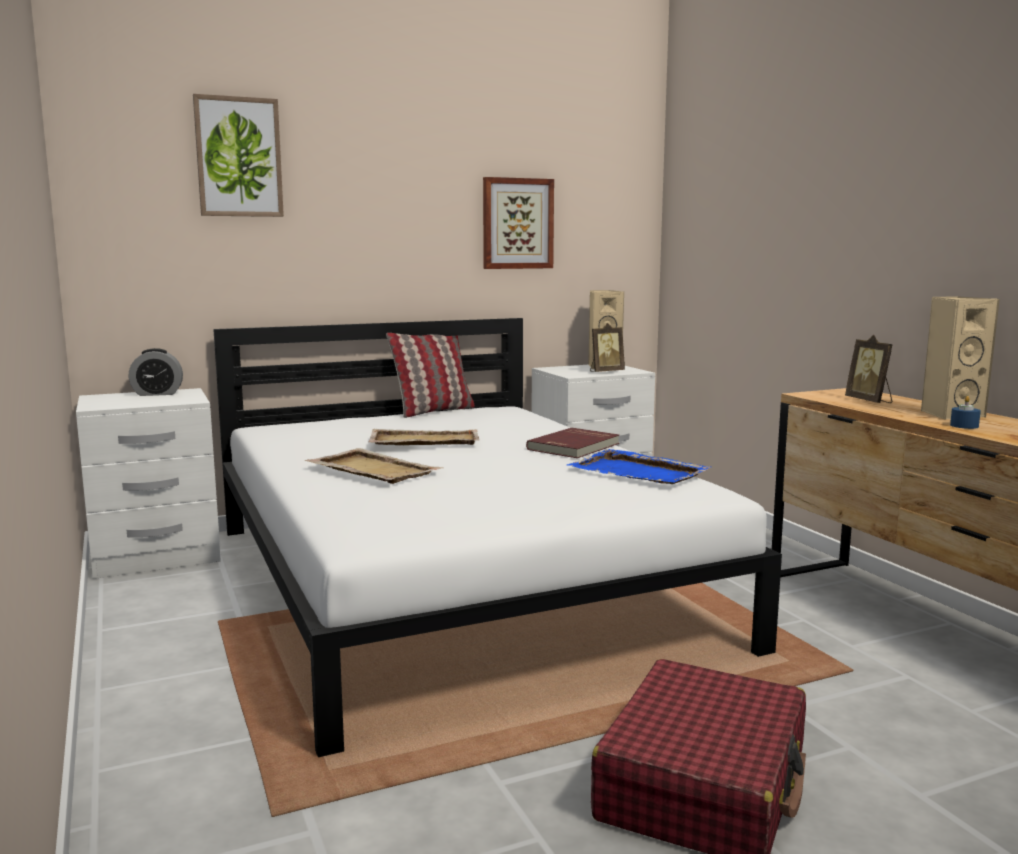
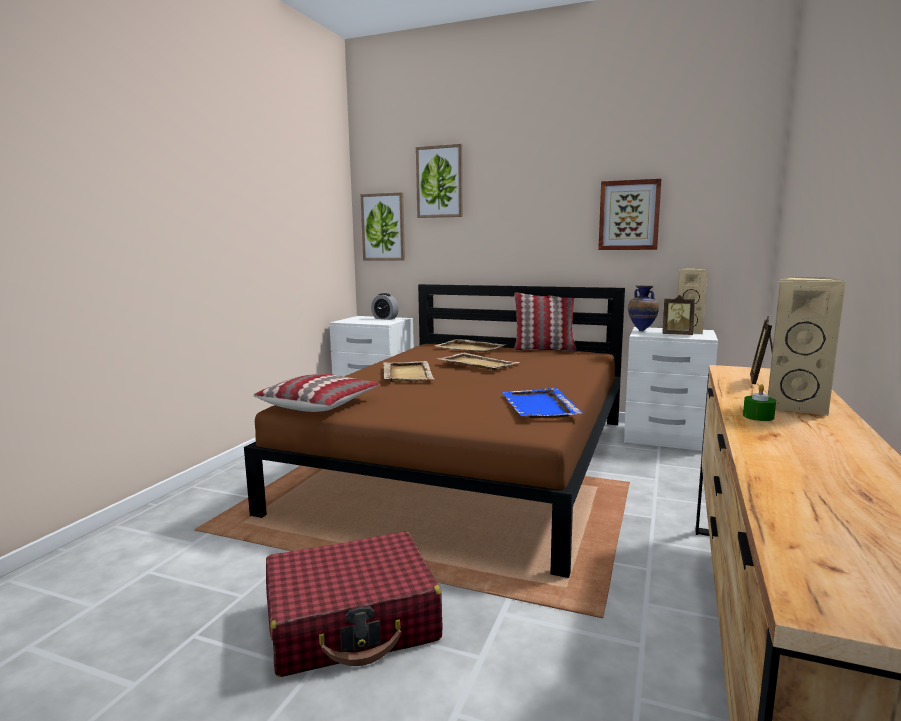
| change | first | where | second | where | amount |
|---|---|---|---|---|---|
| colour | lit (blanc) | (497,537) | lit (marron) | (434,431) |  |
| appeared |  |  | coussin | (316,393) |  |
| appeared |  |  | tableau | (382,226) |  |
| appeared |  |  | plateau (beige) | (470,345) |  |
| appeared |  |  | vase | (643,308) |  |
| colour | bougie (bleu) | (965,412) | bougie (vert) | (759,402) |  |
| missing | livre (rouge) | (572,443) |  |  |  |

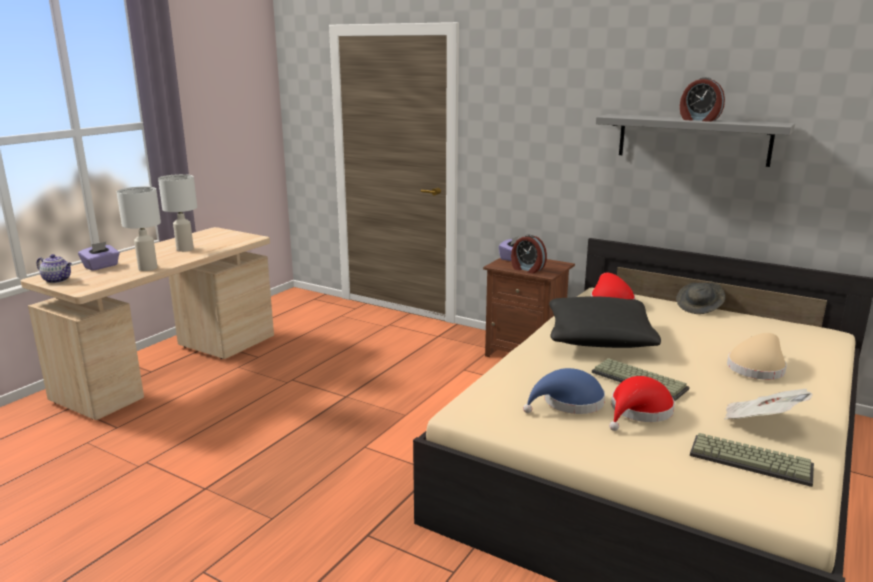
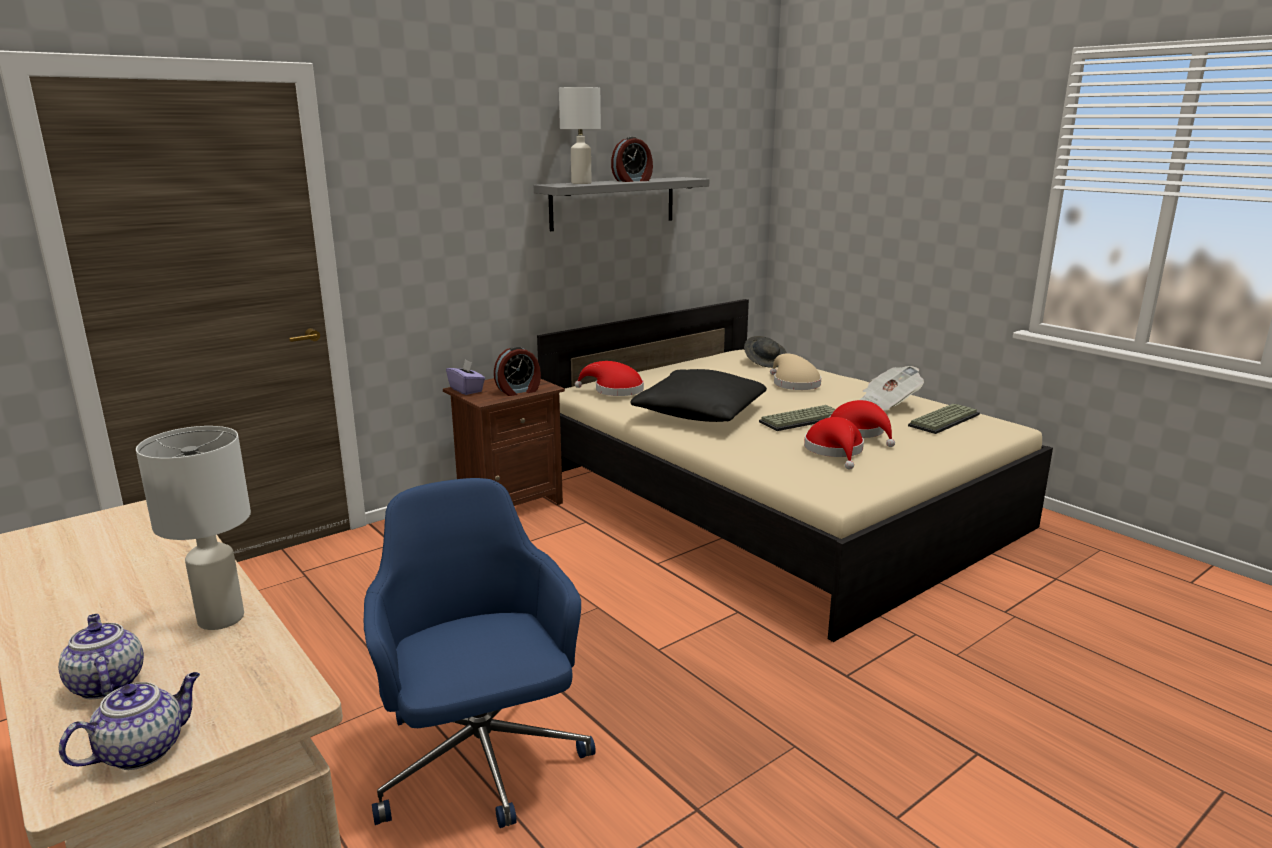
| change | first | where | second | where | amount |
|---|---|---|---|---|---|
| exchanged | boîte à mouchoirs (violet) | (99,256) | théière | (101,656) |  |
| appeared |  |  | chaise de bureau (bleu) | (480,653) |  |
| relocated | lampe de table (blanc) | (177,213) |  | (580,135) |  |
| relocated | chapeau (gris) | (700,297) |  | (765,352) |  |
| colour | chapeau (bleu) | (564,391) | chapeau (rouge) | (834,443) |  |

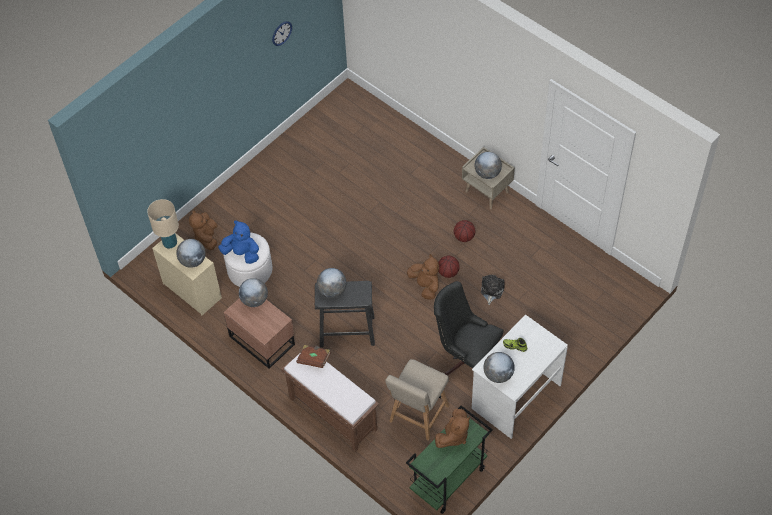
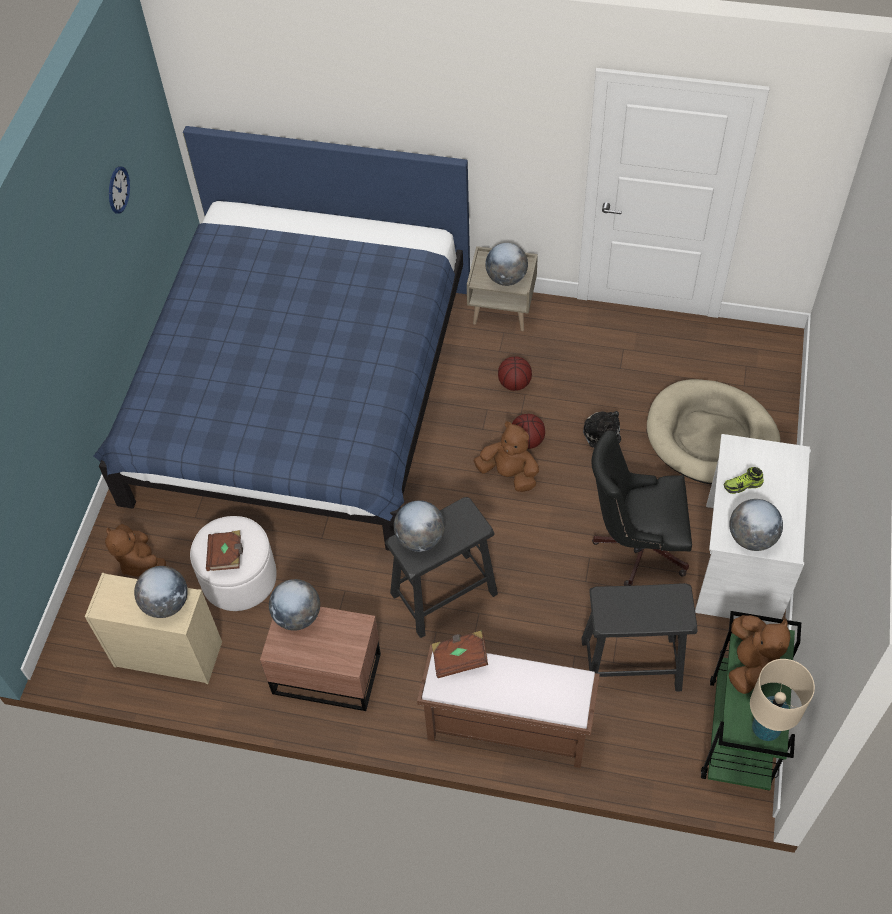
| change | first | where | second | where | amount |
|---|---|---|---|---|---|
| appeared |  |  | lit (bleu) | (282,338) |  |
| exchanged | peluche (bleu) | (238,242) | livre (marron) | (224,550) |  |
| exchanged | chaise (beige) | (417,400) | tabouret (noir) | (639,637) |  |
| appeared |  |  | panier pour chien (beige) | (714,432) |  |
| relocated | lampe de table (beige) | (163,223) |  | (782,700) |  |

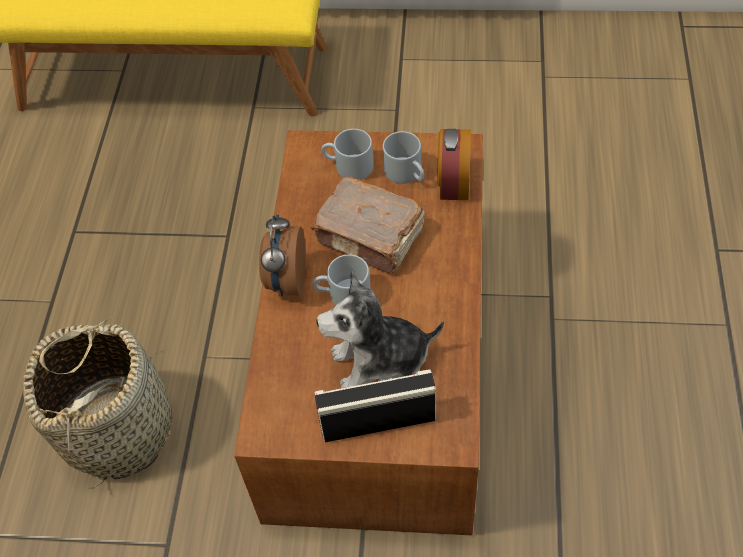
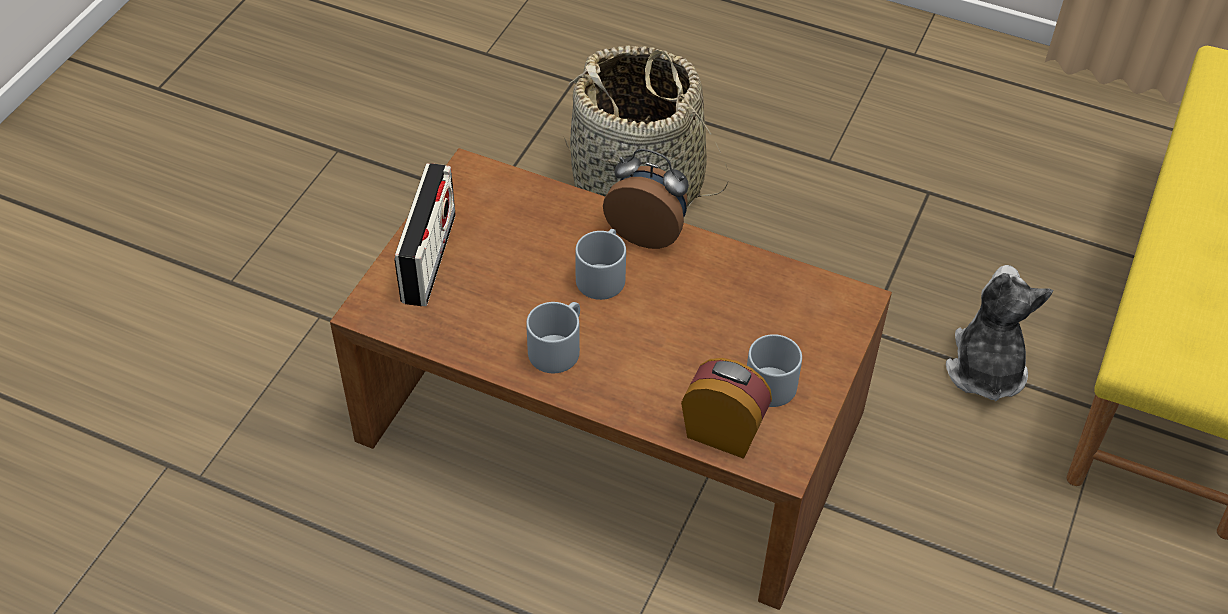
| change | first | where | second | where | amount |
|---|---|---|---|---|---|
| relocated | mug (gris) | (347,154) |  | (553,337) |  |
| relocated | peluche | (380,329) |  | (999,333) |  |
| missing | livre (marron) | (367,225) |  |  |  |

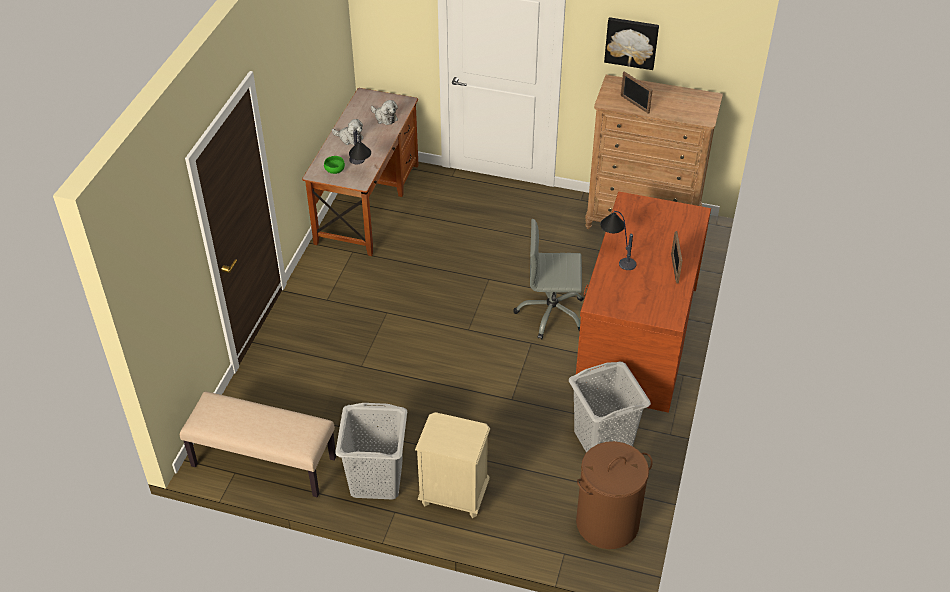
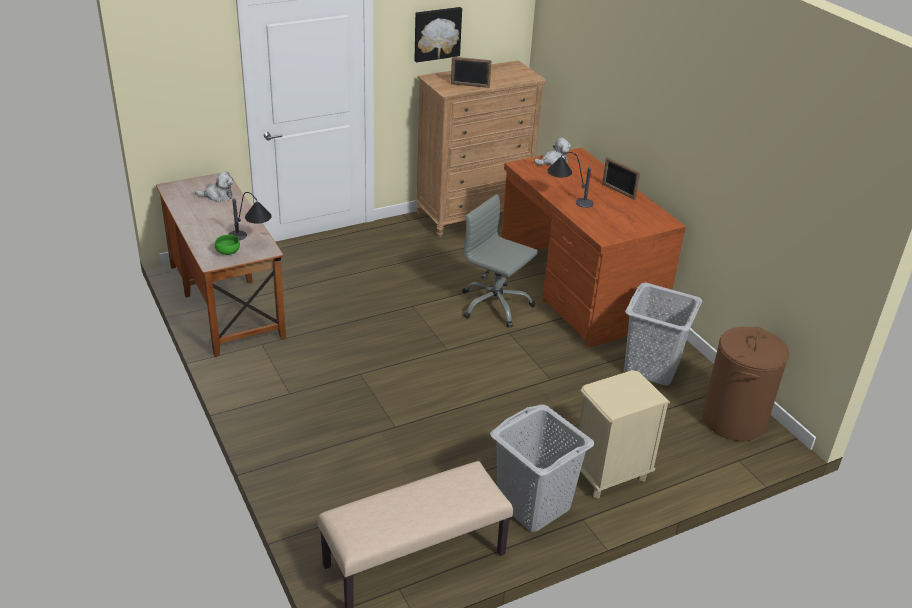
| change | first | where | second | where | amount |
|---|---|---|---|---|---|
| spun | chaise de bureau (gris) | (549,279) |  | (500,260) | 75 degrees clockwise |
| relocated | peluche | (347,132) |  | (552,151) |  |

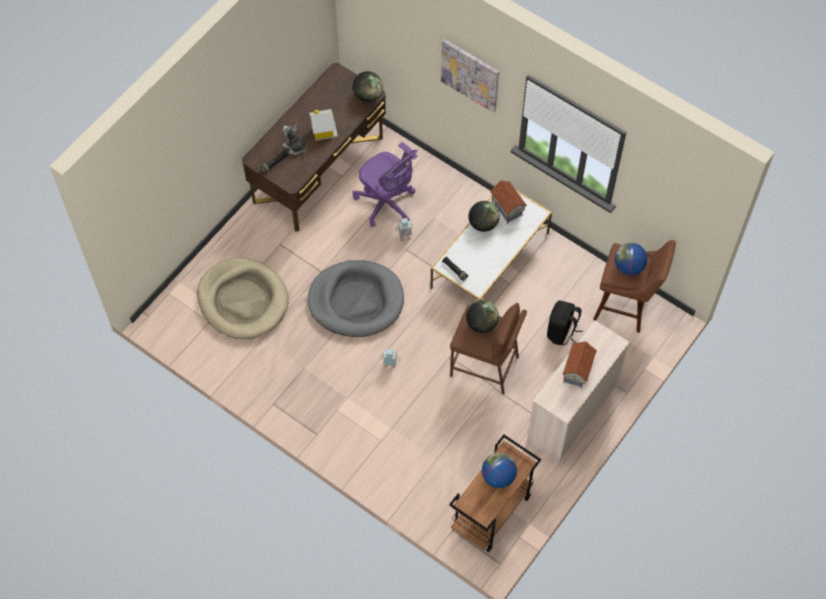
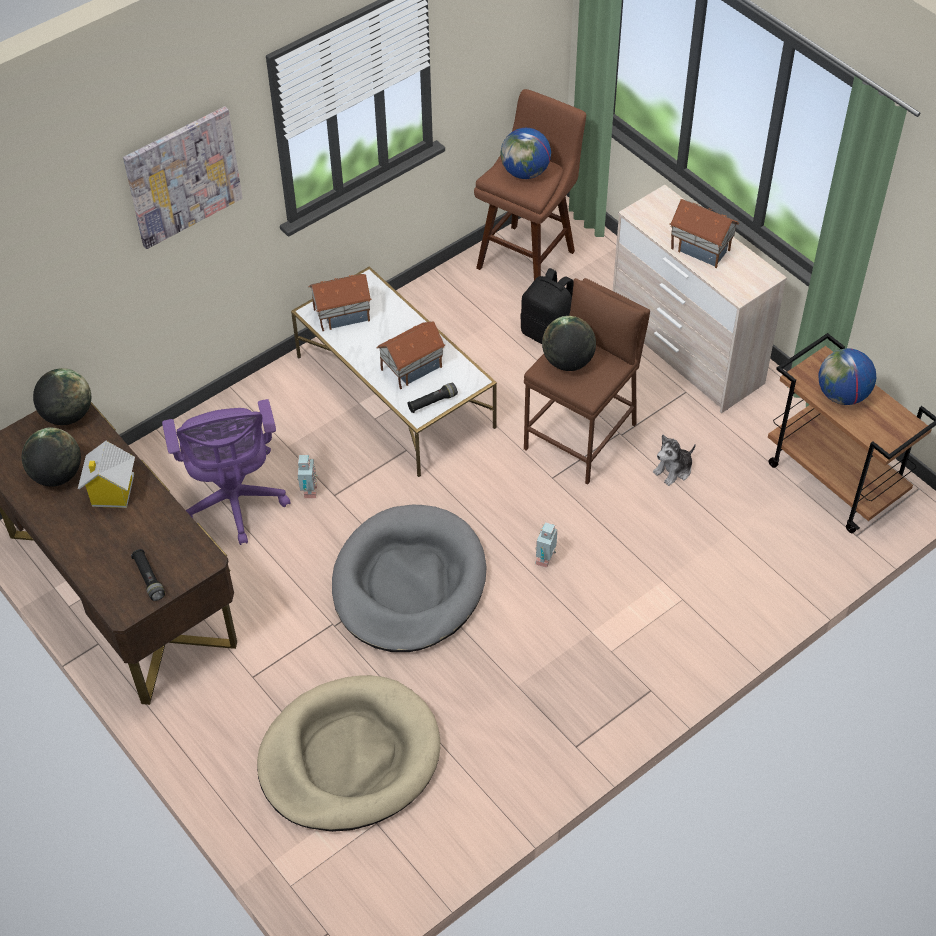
| change | first | where | second | where | amount |
|---|---|---|---|---|---|
| relocated | globe | (484,216) |  | (51,457) |  |
| spun | chaise de bureau (violet) | (385,184) |  | (226,472) | 105 degrees clockwise |
| appeared |  |  | maison miniature | (410,355) |  |
| relocated | peluche | (295,139) |  | (674,460) |  |

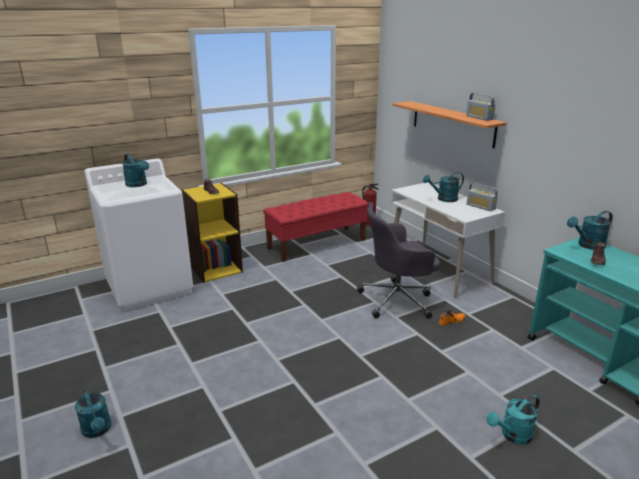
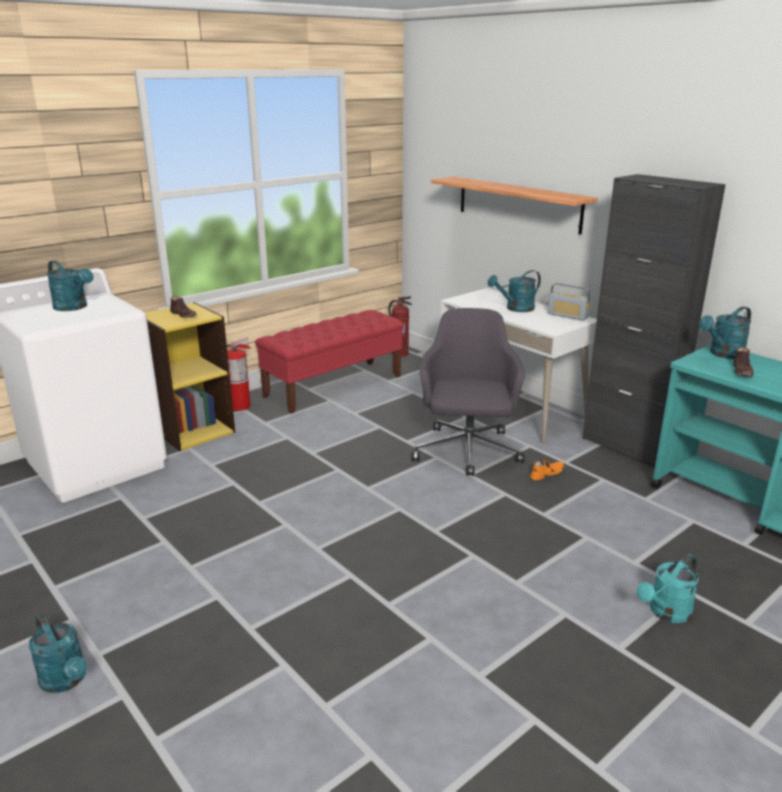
| change | first | where | second | where | amount |
|---|---|---|---|---|---|
| appeared |  |  | extincteur | (239,374) |  |
| spun | chaise de bureau (gris) | (398,263) |  | (468,392) | 120 degrees clockwise |
| appeared |  |  | meuble de rangement (noir) | (654,321) |  |
| missing | radio | (481,107) |  |  |  |

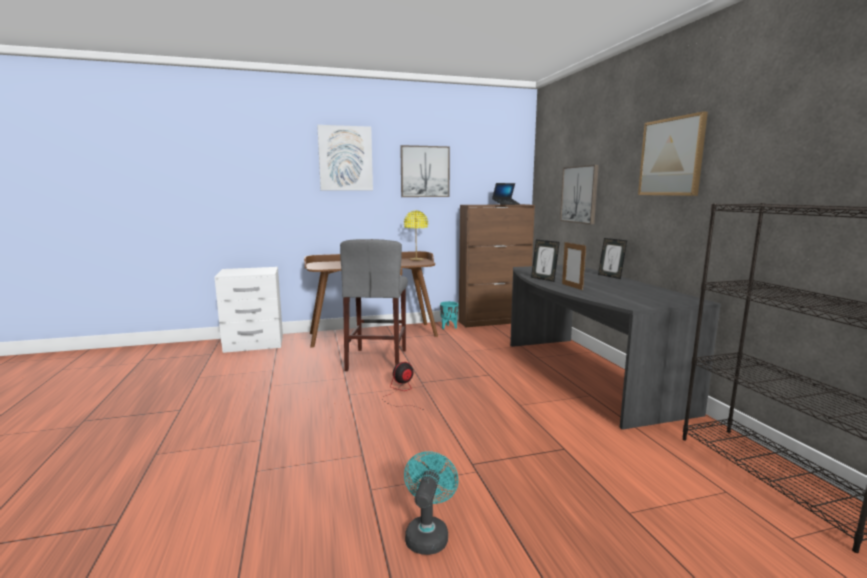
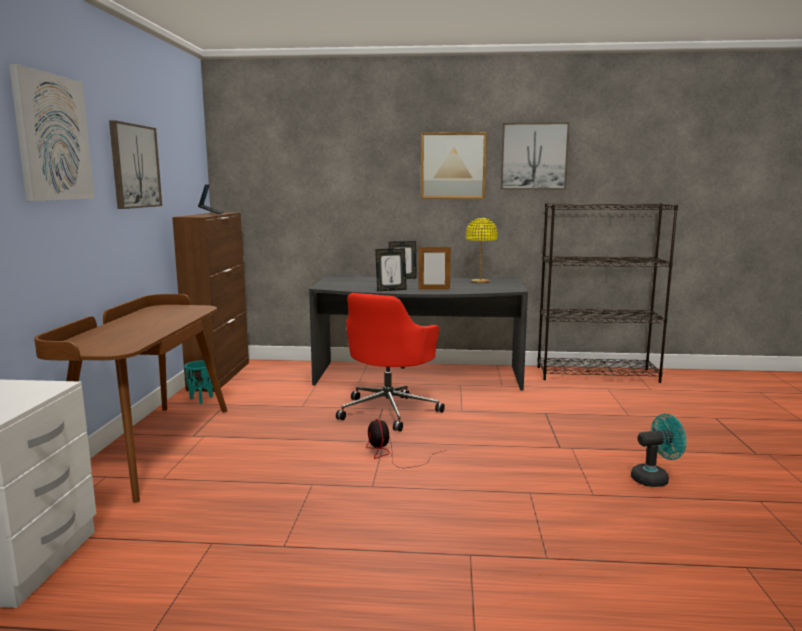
| change | first | where | second | where | amount |
|---|---|---|---|---|---|
| appeared |  |  | chaise de bureau (rouge) | (390,362) |  |
| relocated | lampe de table (jaune) | (416,235) |  | (482,250) |  |
| relocated | tableau | (579,195) |  | (535,155) |  |
| spun | ventilateur (turquoise) | (431,503) |  | (658,450) | 135 degrees clockwise |
| missing | tabouret (gris) | (374,305) |  |  |  |

